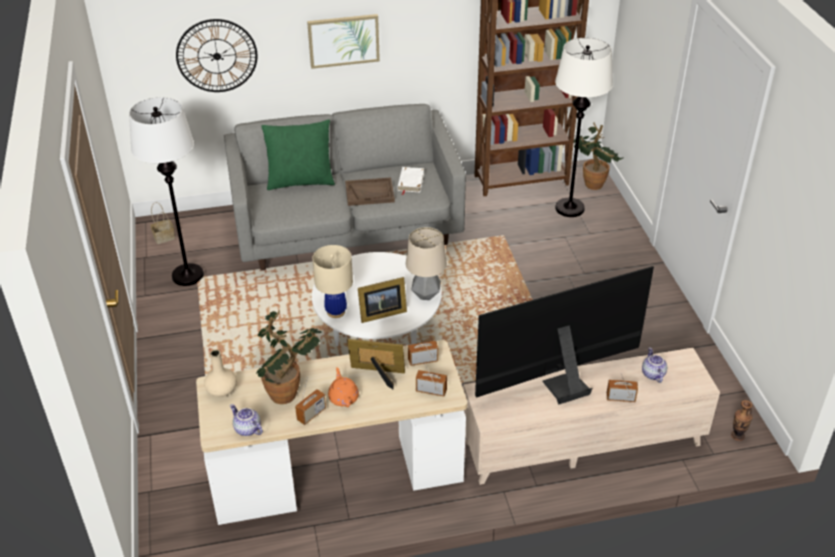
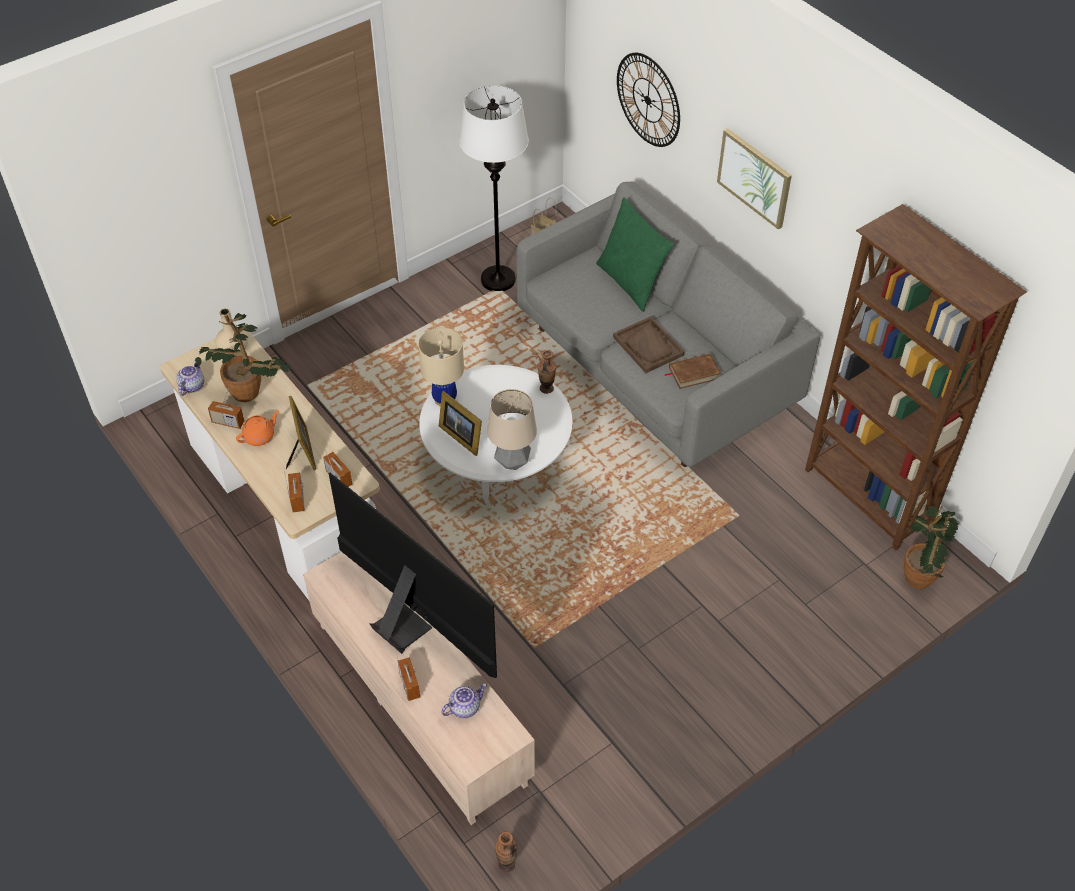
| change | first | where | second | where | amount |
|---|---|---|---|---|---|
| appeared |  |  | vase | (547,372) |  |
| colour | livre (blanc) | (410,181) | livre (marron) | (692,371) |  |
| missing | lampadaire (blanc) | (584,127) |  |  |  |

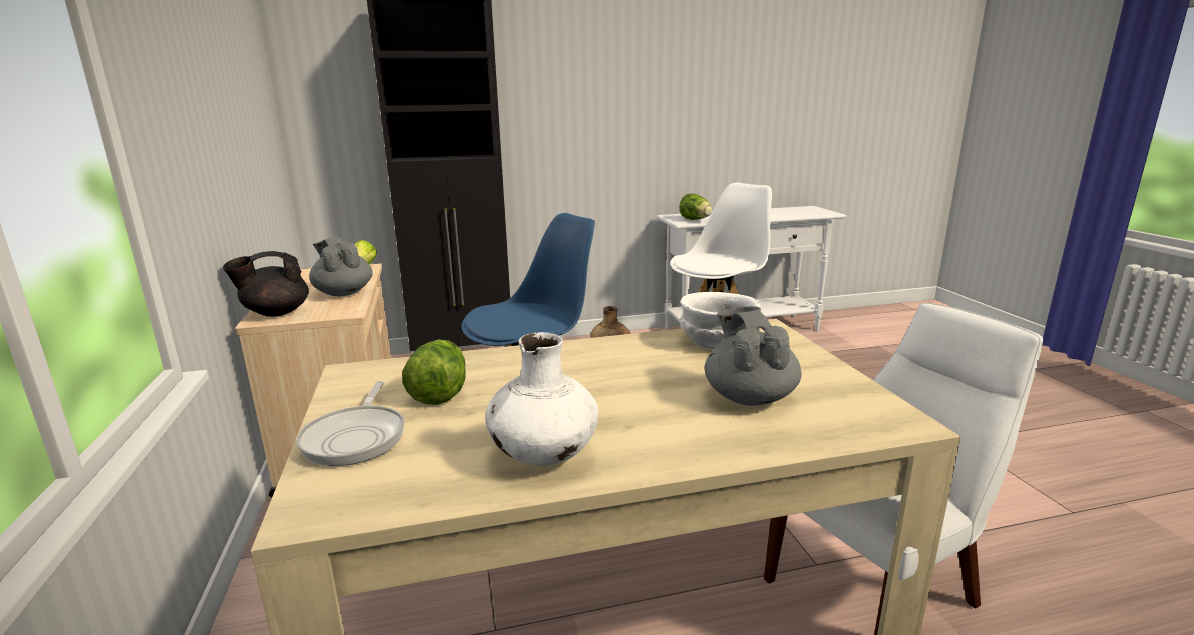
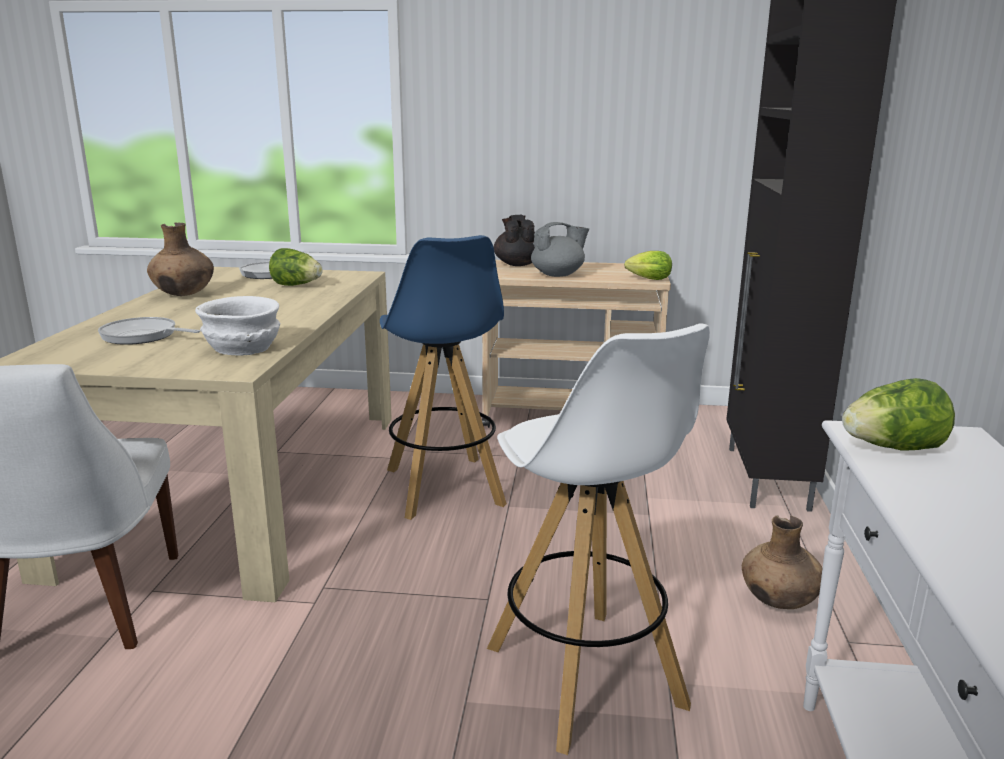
| change | first | where | second | where | amount |
|---|---|---|---|---|---|
| exchanged | théière (gris) | (753,356) | poêle | (149,331) |  |
| colour | vase (blanc) | (542,399) | vase (marron) | (180,259) |  |

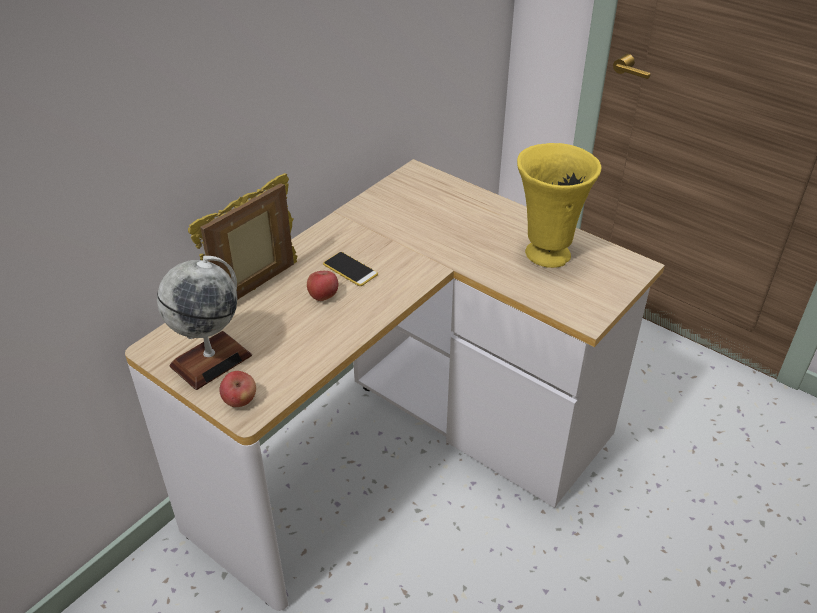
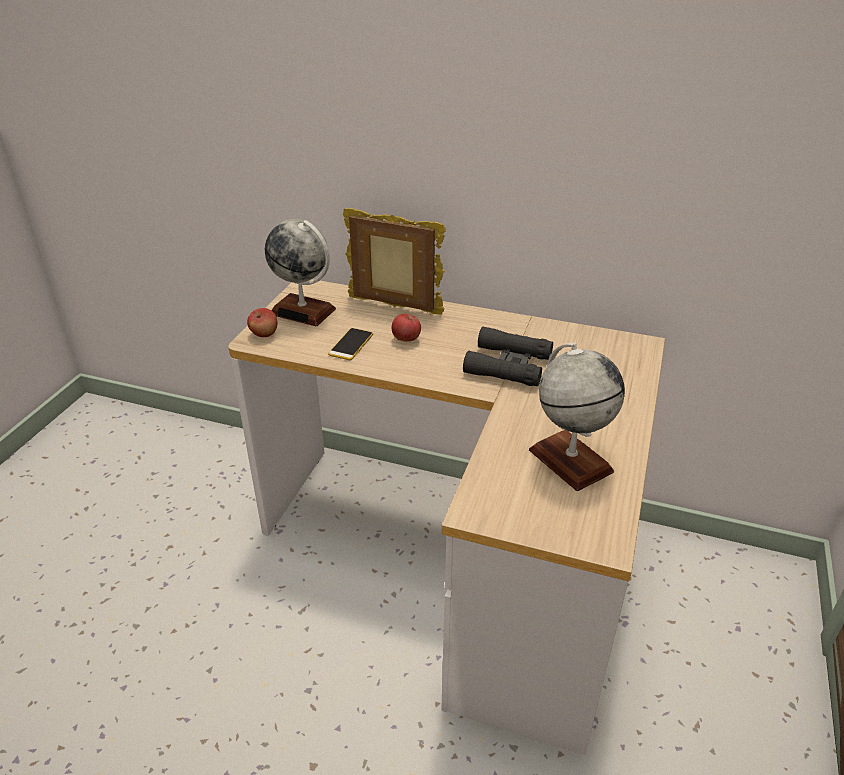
| change | first | where | second | where | amount |
|---|---|---|---|---|---|
| relocated | téléphone | (350,269) |  | (350,344) |  |
| appeared |  |  | jumelles (noir) | (508,356) |  |
| exchanged | vase (jaune) | (559,205) | globe | (577,417) |  |

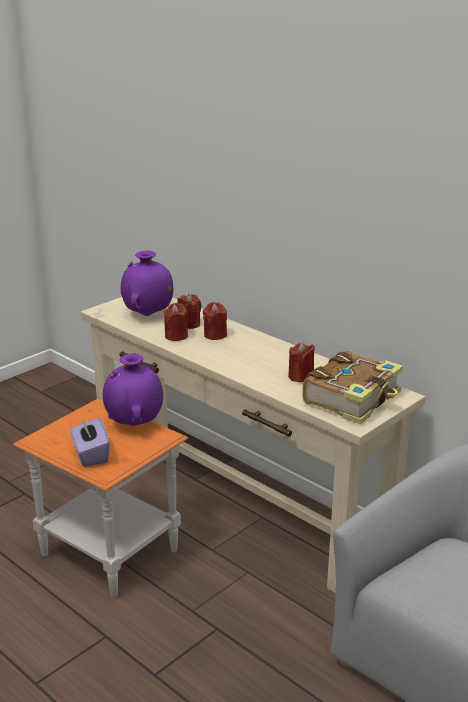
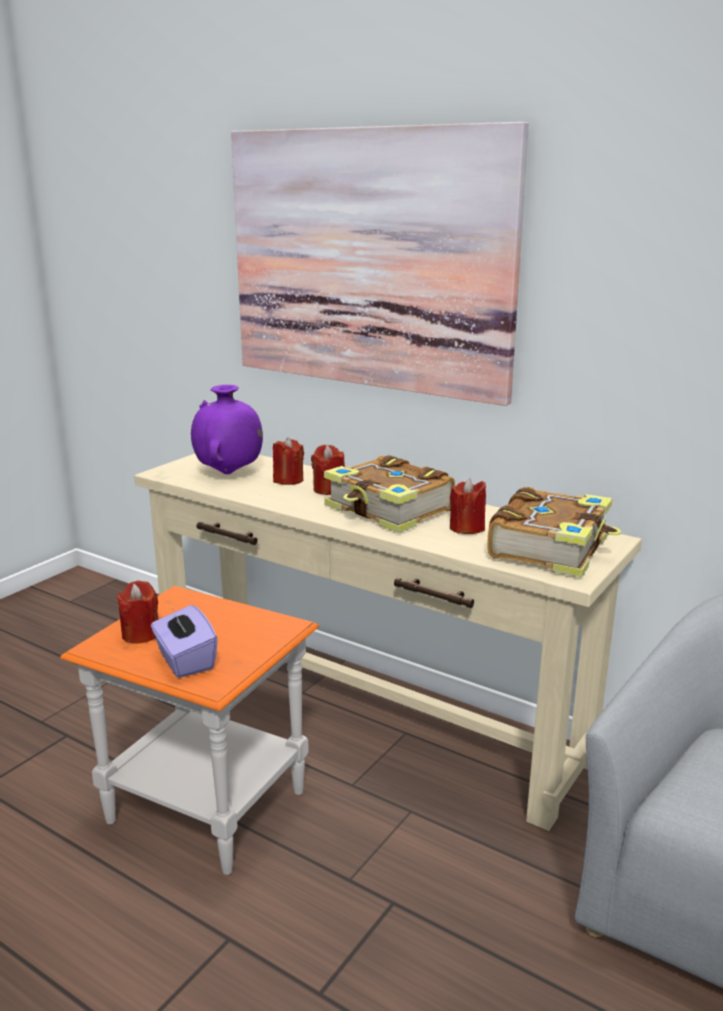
| change | first | where | second | where | amount |
|---|---|---|---|---|---|
| relocated | bougie (rouge) | (175,322) |  | (137,612) |  |
| appeared |  |  | tableau | (380,264) |  |
| appeared |  |  | livre | (389,494) |  |
| missing | vase (violet) | (133,390) |  |  |  |

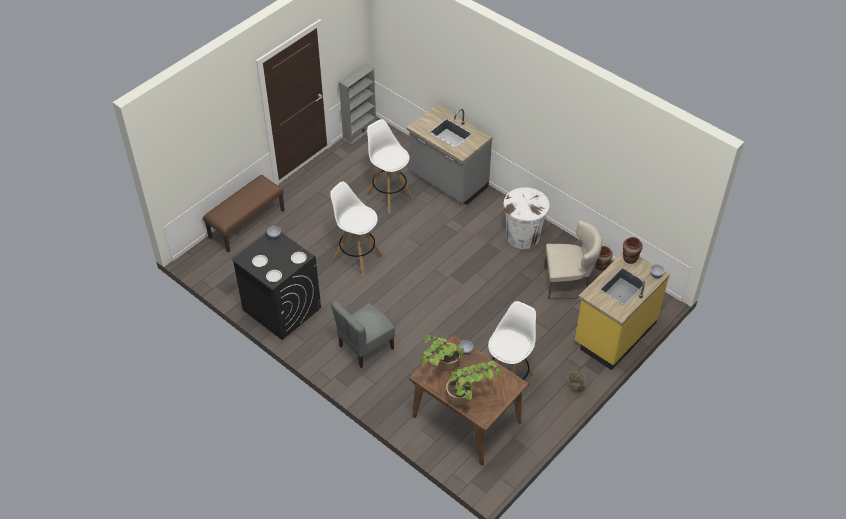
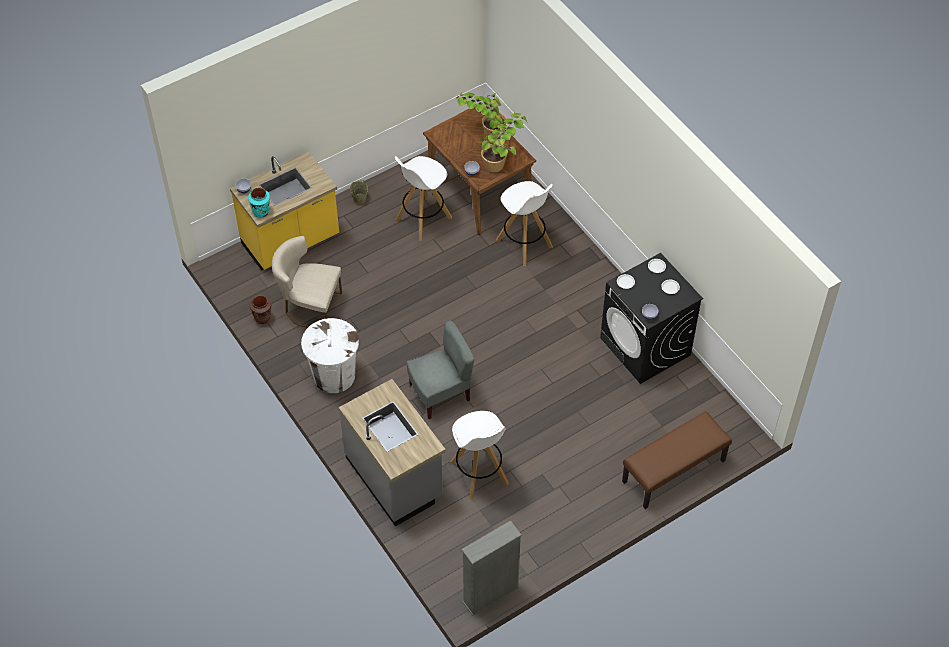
| change | first | where | second | where | amount |
|---|---|---|---|---|---|
| colour | vase (marron) | (633,250) | vase (turquoise) | (259,203) |  |
| relocated | chaise (gris) | (363,334) |  | (441,369) |  |
| relocated | tabouret (blanc) | (356,229) |  | (524,223) |  |

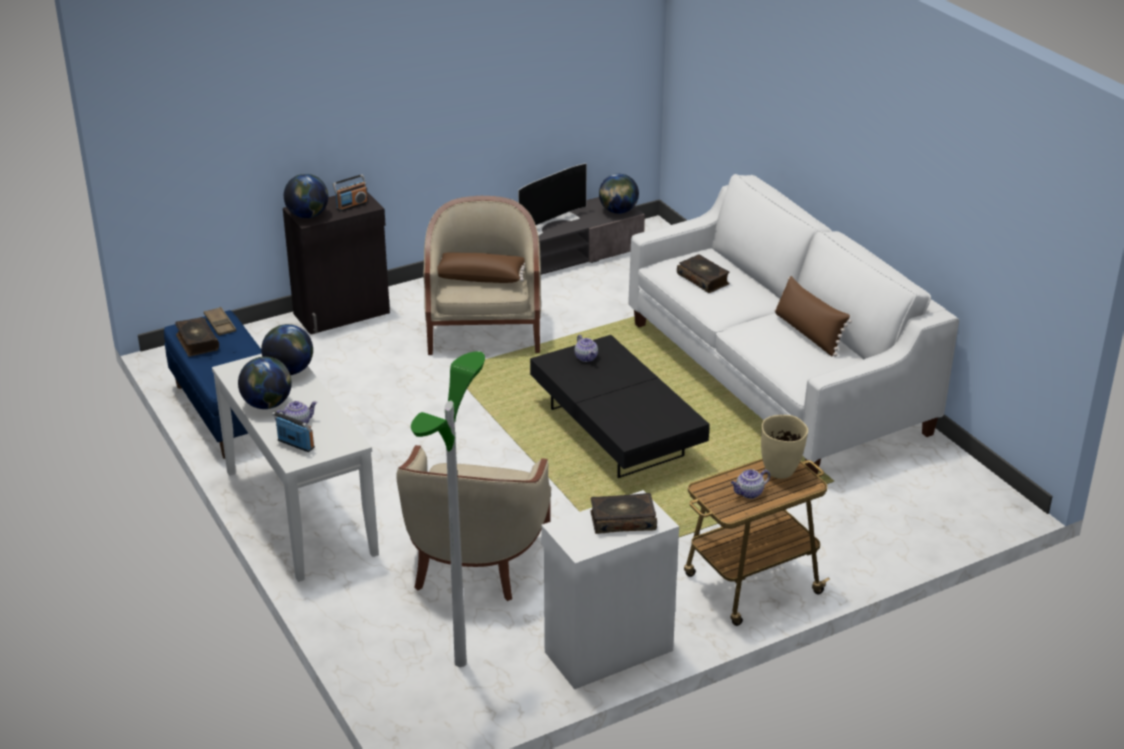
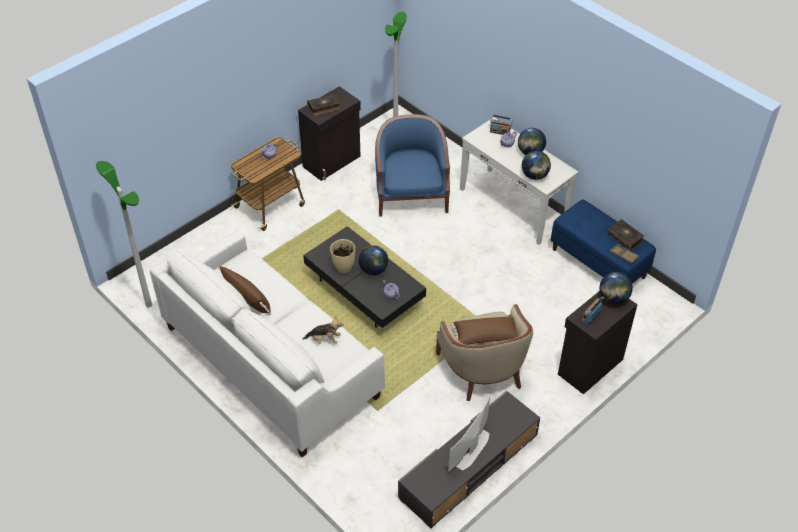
| change | first | where | second | where | amount |
|---|---|---|---|---|---|
| appeared |  |  | lampadaire | (124,234) |  |
| colour | meuble de rangement (blanc) | (610,590) | meuble de rangement (noir) | (329,133) |  |
| exchanged | livre | (703,273) | peluche | (323,330) |  |
| relocated | vase (beige) | (784,447) |  | (342,256) |  |
| relocated | globe | (619,194) |  | (373,260) |  |
| colour | fauteuil (beige) | (473,523) | fauteuil (bleu) | (412,165) |  |

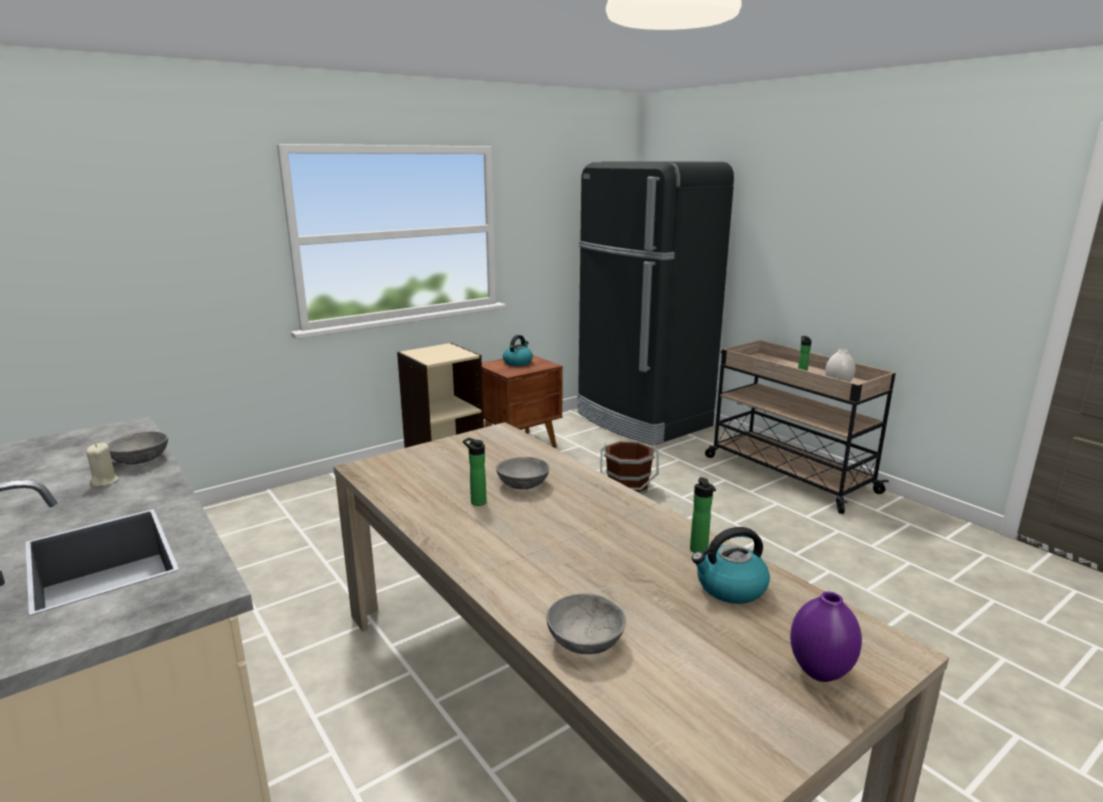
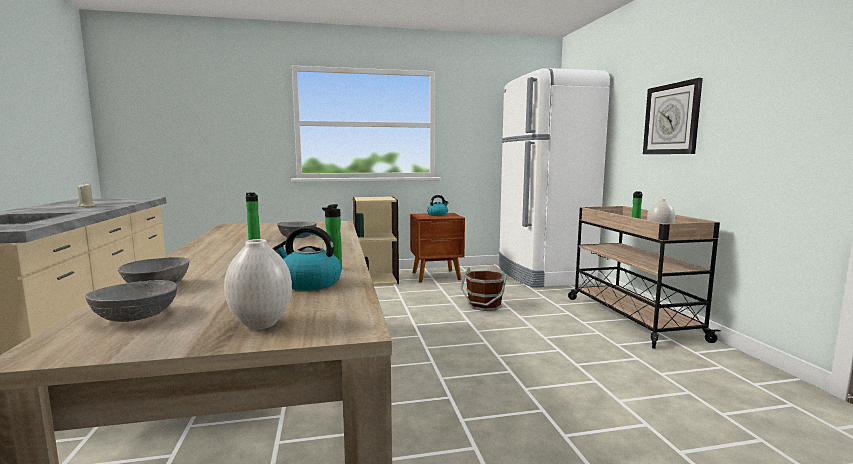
| change | first | where | second | where | amount |
|---|---|---|---|---|---|
| relocated | bol (gris) | (137,447) |  | (131,301) |  |
| colour | vase (violet) | (826,637) | vase (blanc) | (258,284) |  |
| colour | réfrigérateur (noir) | (655,303) | réfrigérateur (blanc) | (554,178) |  |
| appeared |  |  | horloge murale | (673,116) |  |

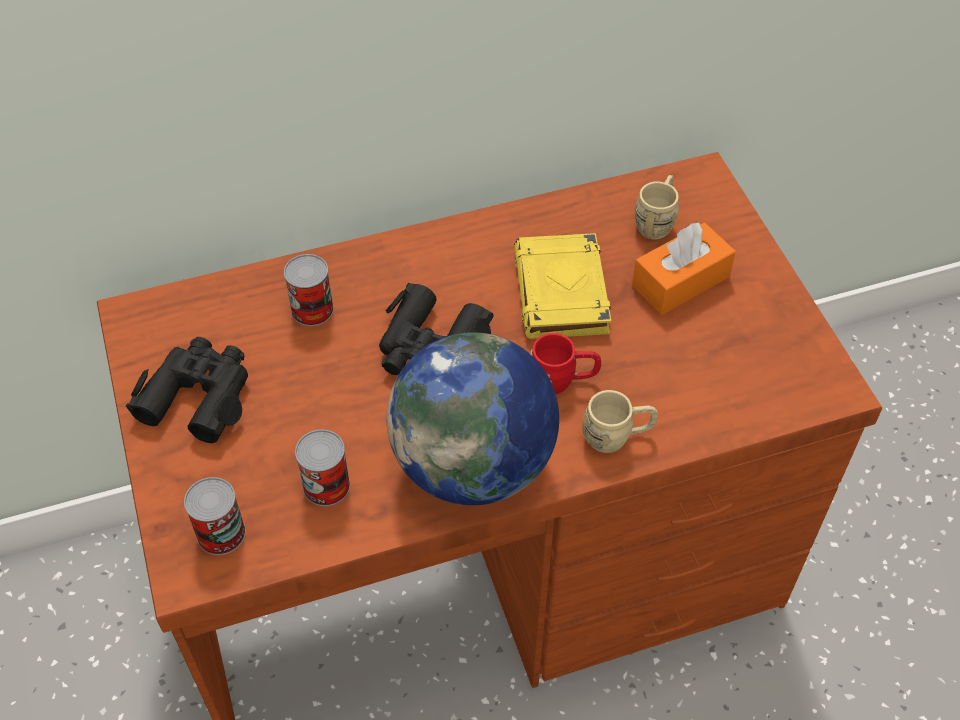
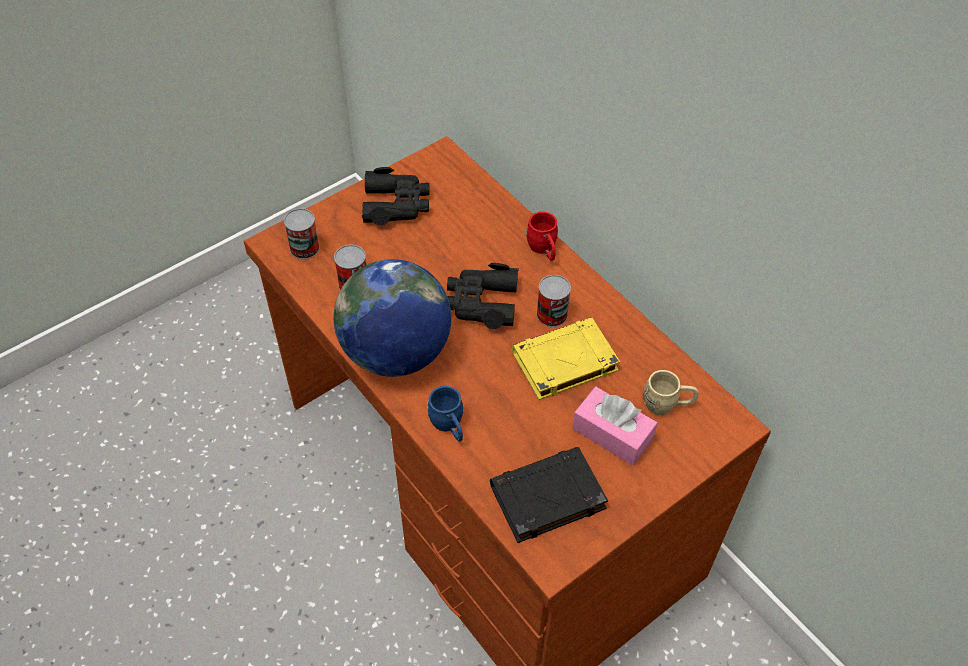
| change | first | where | second | where | amount |
|---|---|---|---|---|---|
| colour | mug (beige) | (620,421) | mug (bleu) | (445,414) |  |
| appeared |  |  | livre (noir) | (549,495) |  |
| relocated | mug (rouge) | (565,363) |  | (542,236) |  |
| relocated | boîte métallique | (309,290) |  | (554,301) |  |
| colour | boîte à mouchoirs (orange) | (684,269) | boîte à mouchoirs (rose) | (614,426) |  |

